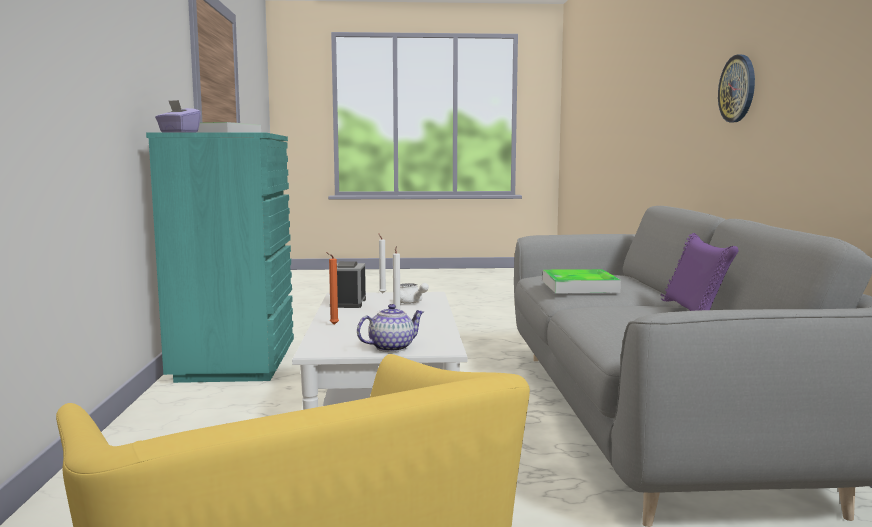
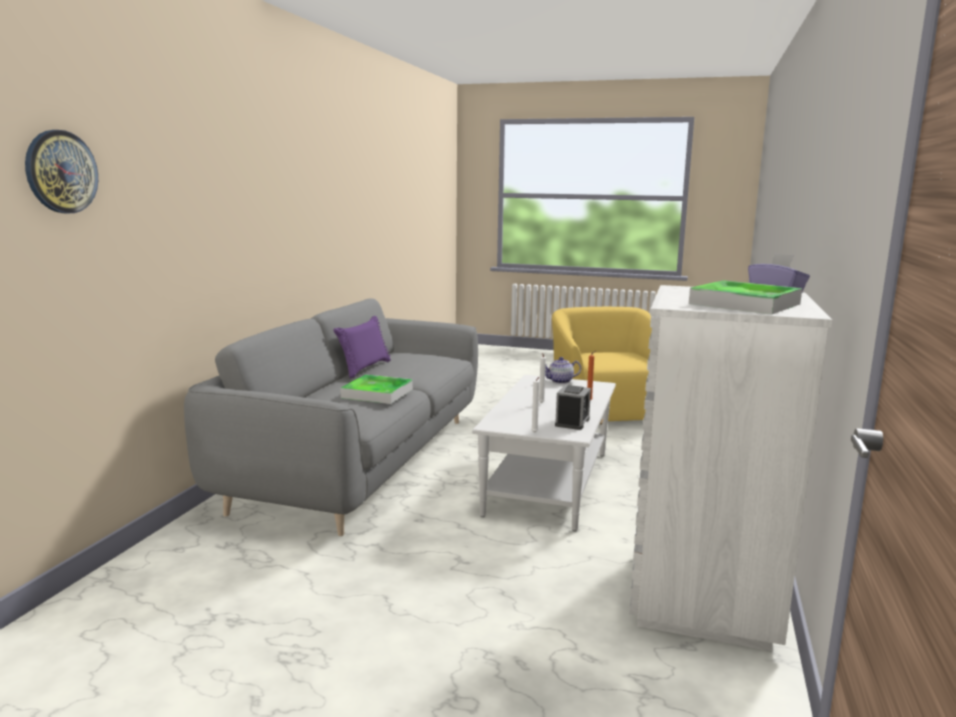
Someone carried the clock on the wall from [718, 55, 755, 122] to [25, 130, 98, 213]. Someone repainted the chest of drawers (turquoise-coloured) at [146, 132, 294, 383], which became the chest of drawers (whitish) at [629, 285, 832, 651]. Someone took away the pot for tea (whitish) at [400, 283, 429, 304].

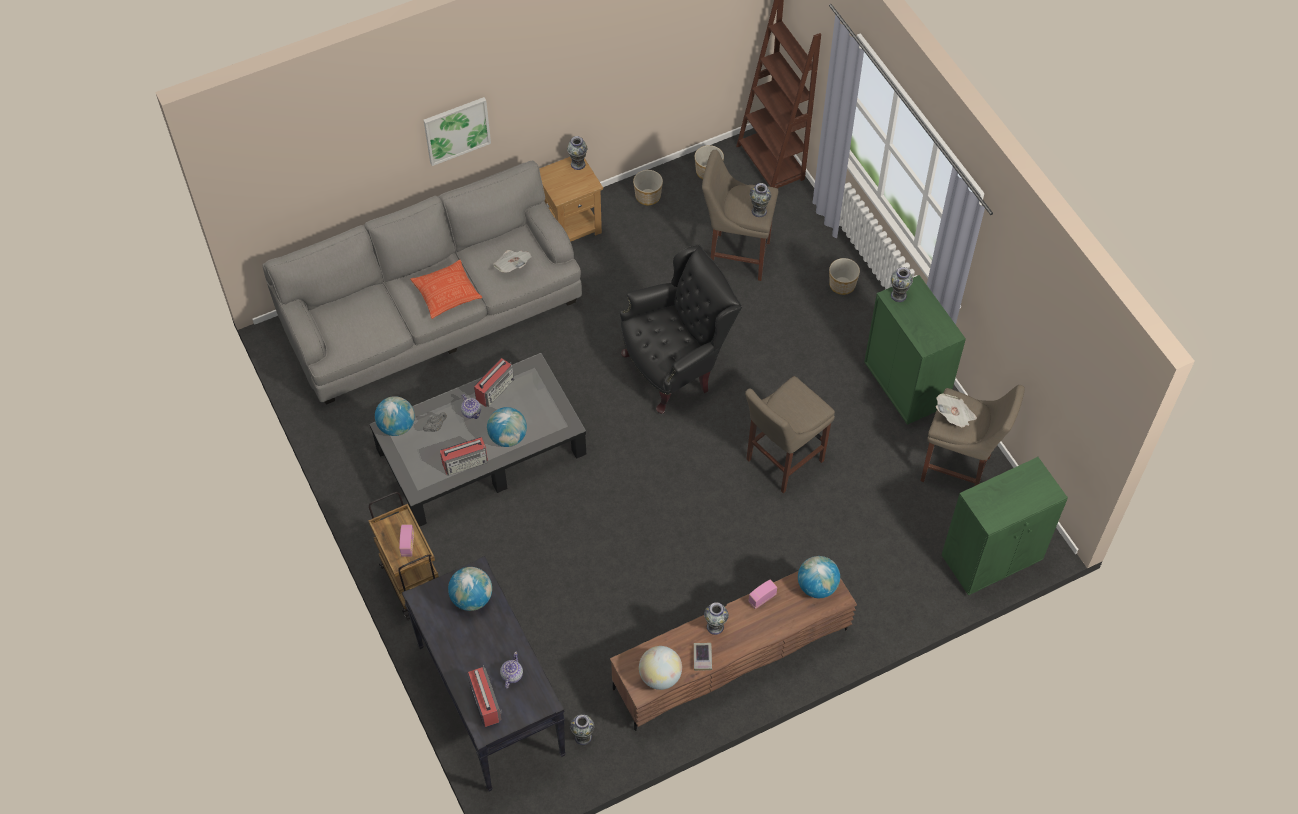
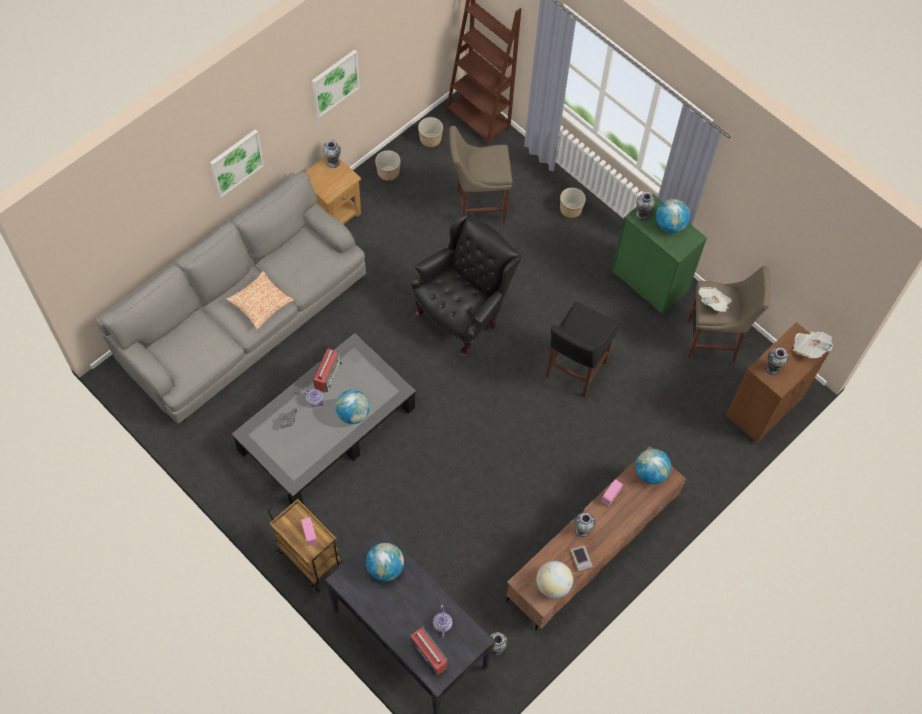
Someone carried the decorative vase from [750, 183, 771, 217] to [765, 348, 789, 375]. Someone carried the newspaper from [493, 250, 532, 273] to [793, 331, 833, 358]. Someone repainted the cushion (orangey) at [410, 260, 482, 319], which became the cushion (beige-coloured) at [227, 271, 294, 330]. Someone repainted the stool (beige-coloured) at [745, 376, 835, 494], which became the stool (black) at [546, 302, 619, 398]. Someone carried the world globe from [375, 396, 415, 436] to [656, 199, 690, 233]. Someone took away the radio set at [440, 437, 488, 476]. Someone repainted the cupboard (green) at [942, 457, 1068, 595], which became the cupboard (brownish) at [726, 322, 830, 443]. Someone put up the wall art at [312, 49, 360, 118].

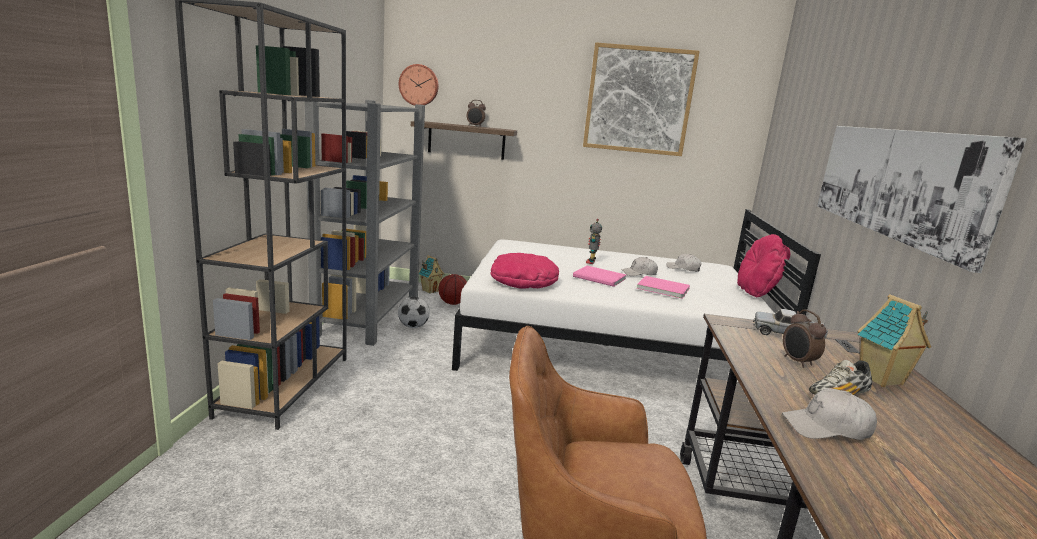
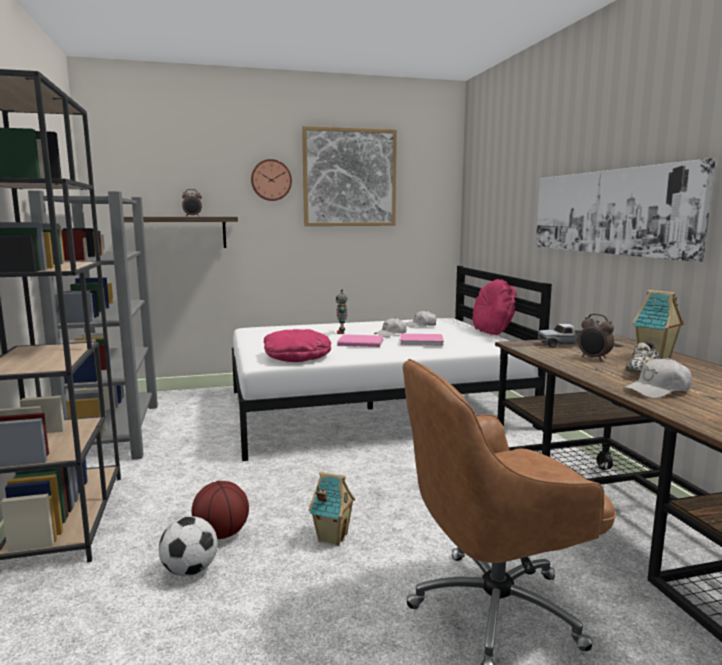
Someone carried the clock on the wall from [399, 64, 439, 105] to [251, 159, 292, 201]. Someone carried the toy house from [419, 255, 444, 294] to [308, 472, 355, 546]. Someone carried the ball for basketball from [438, 274, 467, 305] to [191, 481, 249, 539]. Someone carried the ball for football from [398, 297, 430, 328] to [159, 516, 218, 576].

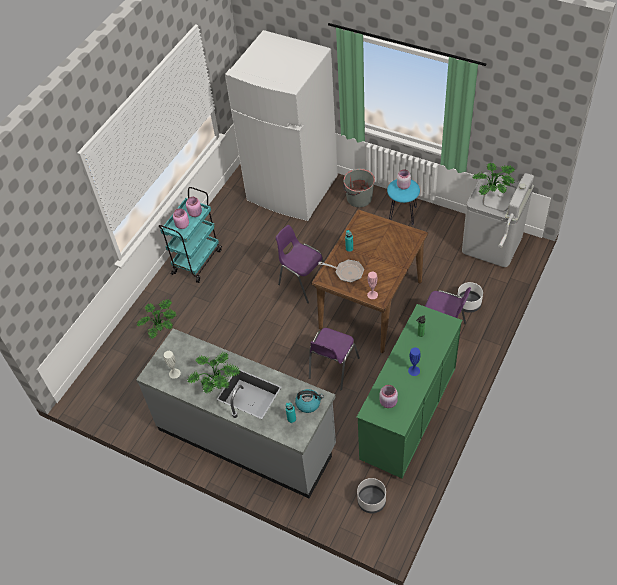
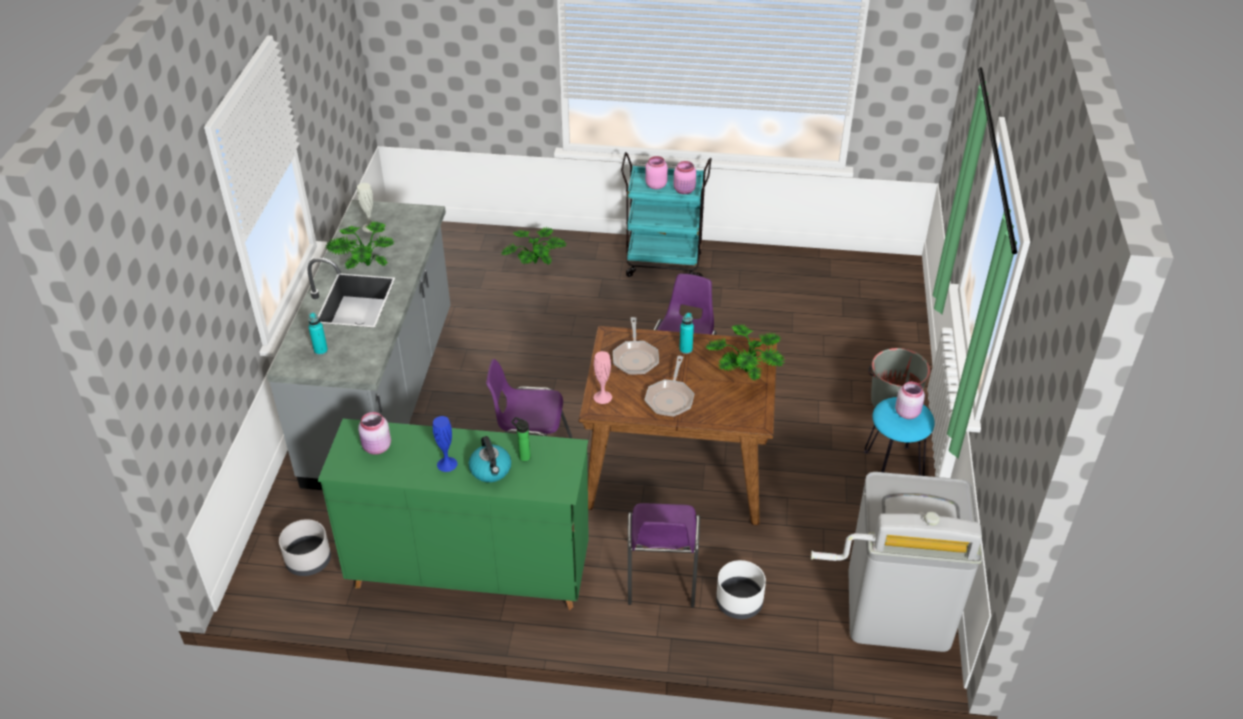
Someone took away the kitchen fridge (whitish) at [225, 30, 338, 221]. Someone carried the potted plant from [472, 162, 515, 196] to [705, 324, 785, 381]. Someone carried the kettle from [295, 389, 324, 413] to [468, 436, 511, 482]. Someone put down the frying pan at [645, 356, 694, 417].

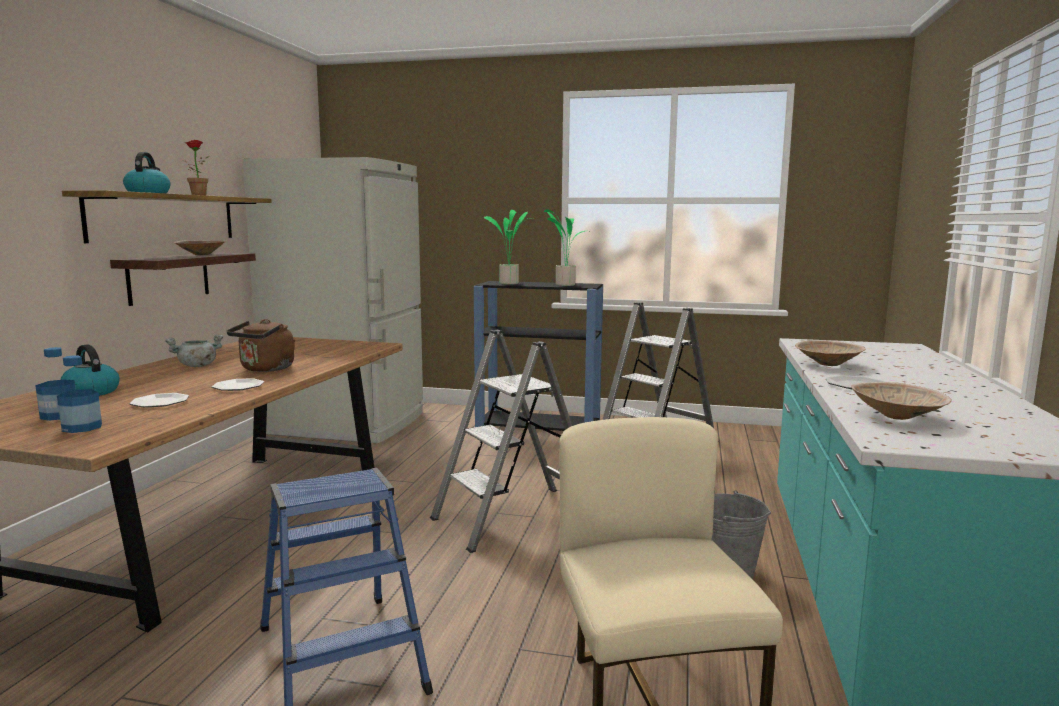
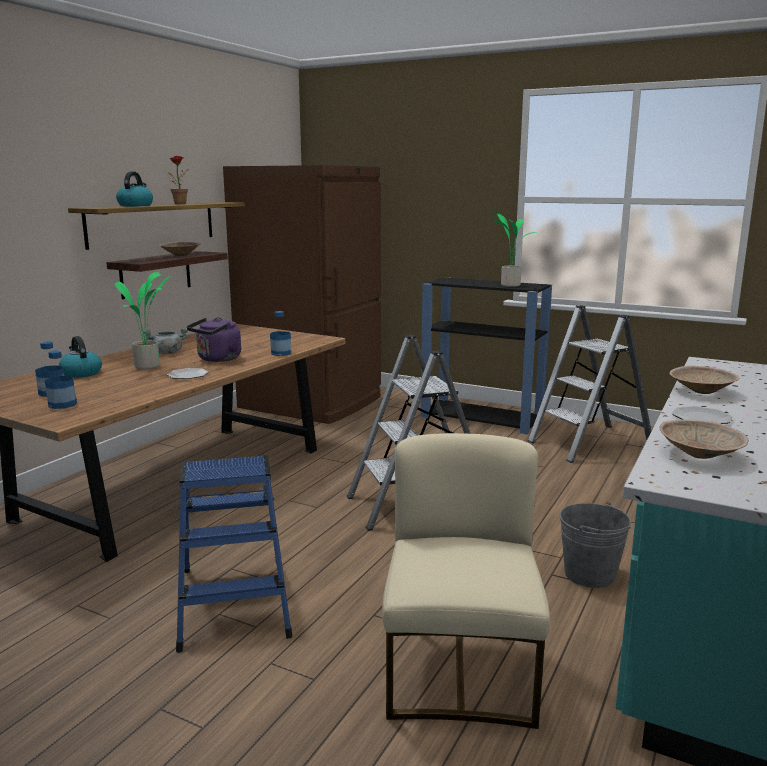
Someone repainted the kitchen fridge (whitish) at [243, 157, 423, 443], which became the kitchen fridge (brownish) at [223, 165, 381, 424]. Someone carried the potted plant from [484, 210, 533, 285] to [115, 272, 171, 369]. Someone repainted the kettle (brownish) at [227, 319, 295, 372], which became the kettle (purple-coloured) at [187, 317, 241, 362]. Someone took away the flat dish at [130, 393, 189, 407]. Someone put down the bottle at [270, 311, 291, 356].

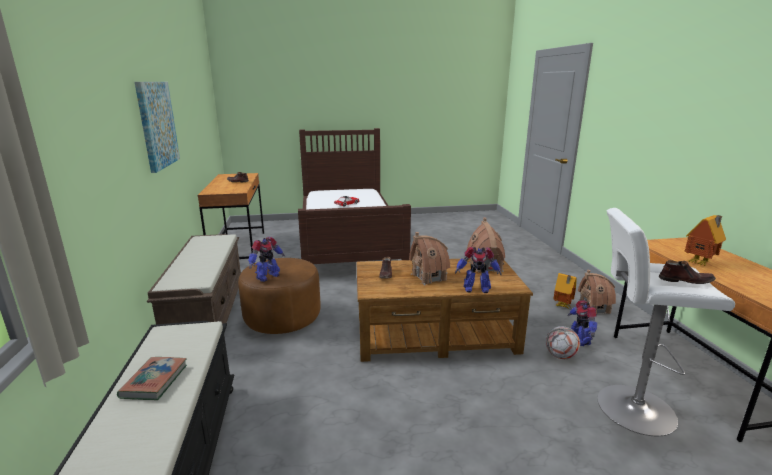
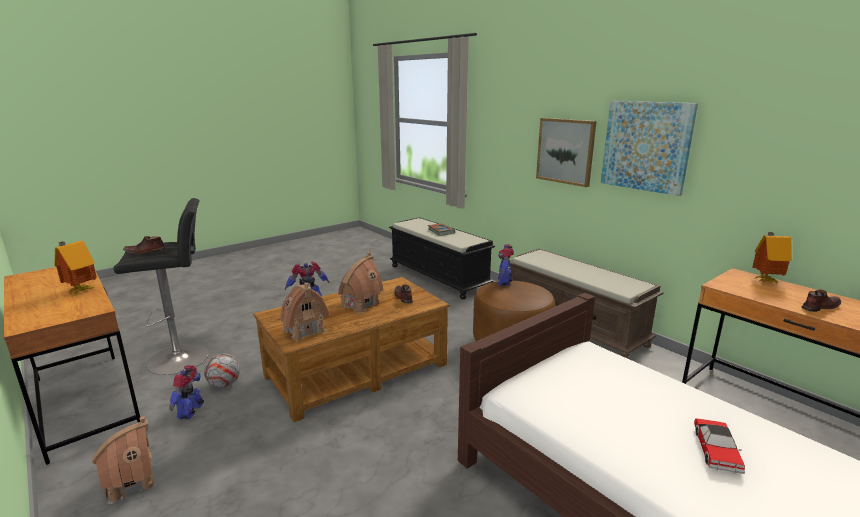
Someone repainted the stool (whitish) at [597, 208, 735, 436], which became the stool (black) at [113, 198, 209, 375]. Someone carried the toy house from [554, 273, 577, 309] to [752, 232, 792, 283]. Someone rotated the model robot at [568, 300, 597, 346] by 135 degrees counterclockwise. Someone put up the wall art at [536, 118, 596, 187].

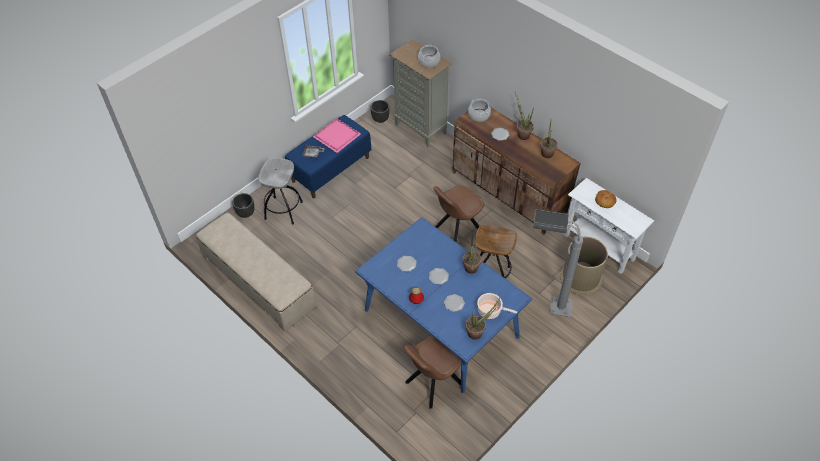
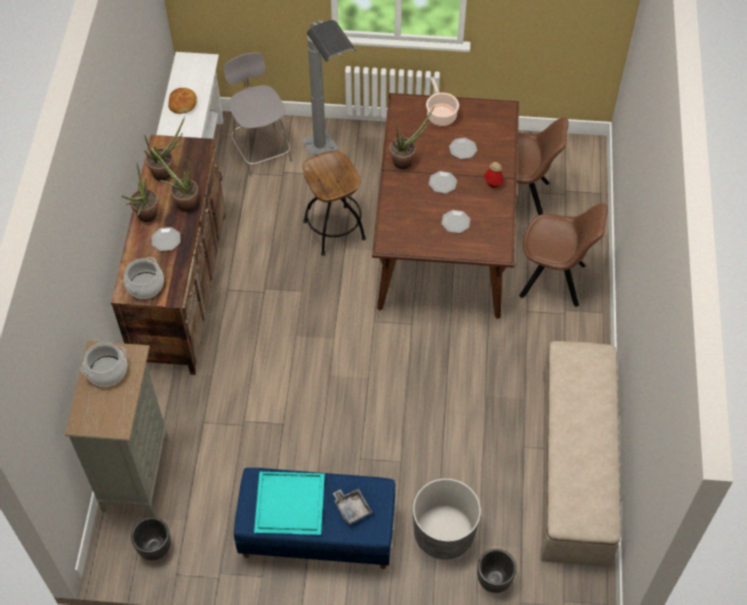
Someone repainted the tray (pink-coloured) at [313, 118, 361, 153], which became the tray (turquoise-coloured) at [254, 472, 325, 535]. Someone swapped the stool (greyish) at [258, 158, 303, 225] for the flower pot (greyish) at [413, 478, 481, 559]. Someone carried the plain chair (brownish) from [433, 185, 484, 243] to [519, 203, 608, 307]. Someone repainted the dinner table (blue-coloured) at [355, 217, 532, 393], which became the dinner table (brownish) at [372, 93, 519, 319]. Someone swapped the trash can (brownish) at [560, 237, 608, 296] for the plain chair (greyish) at [223, 53, 292, 176]. Someone carried the potted plant from [465, 298, 500, 340] to [148, 146, 199, 212].

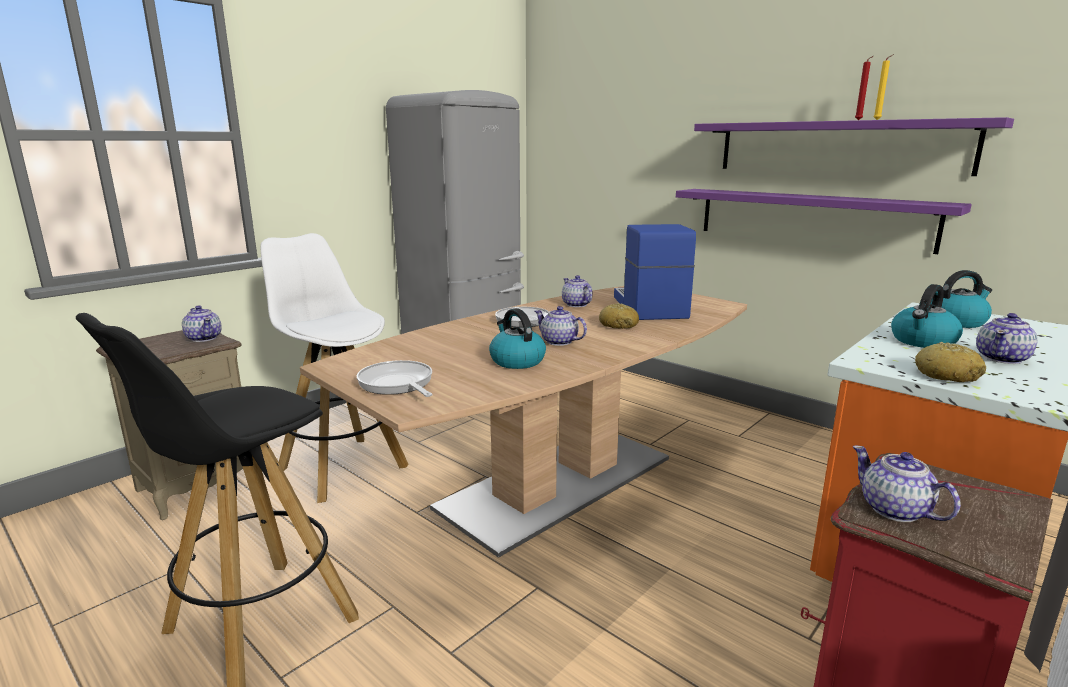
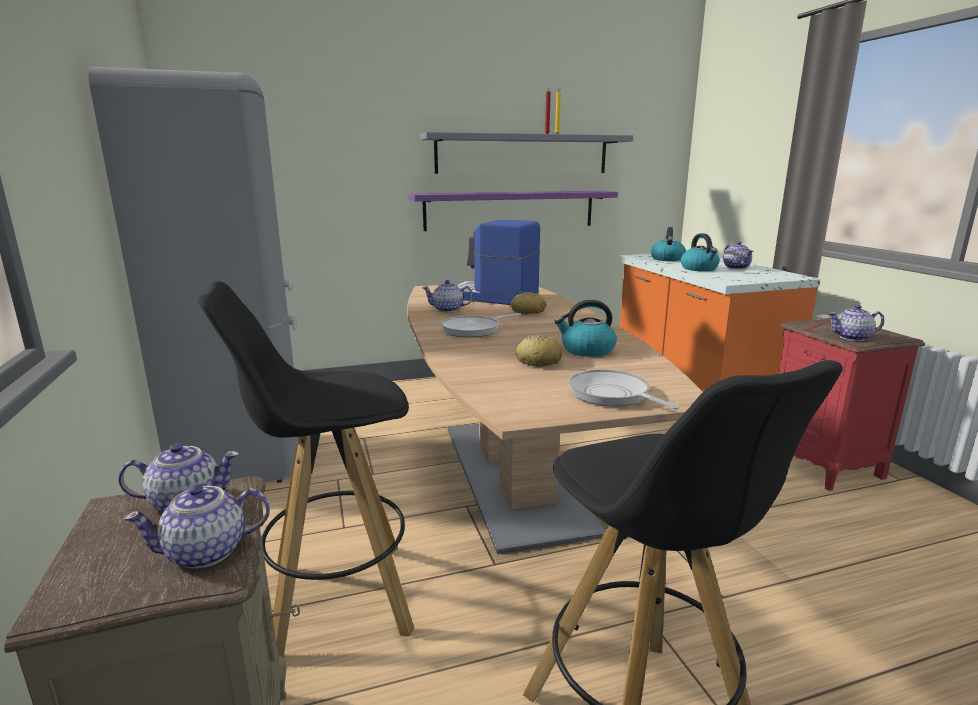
Someone repainted the wall shelf (purple-coloured) at [694, 117, 1014, 176], which became the wall shelf (greyish) at [420, 132, 633, 174]. Someone repainted the stool (whitish) at [261, 233, 409, 503], which became the stool (black) at [197, 281, 414, 658]. Someone carried the pot for tea from [535, 306, 587, 346] to [123, 484, 270, 569]. Someone carried the baked bread from [915, 342, 986, 382] to [516, 335, 562, 367]. Someone rotated the frying pan at [357, 360, 432, 397] by 60 degrees clockwise.

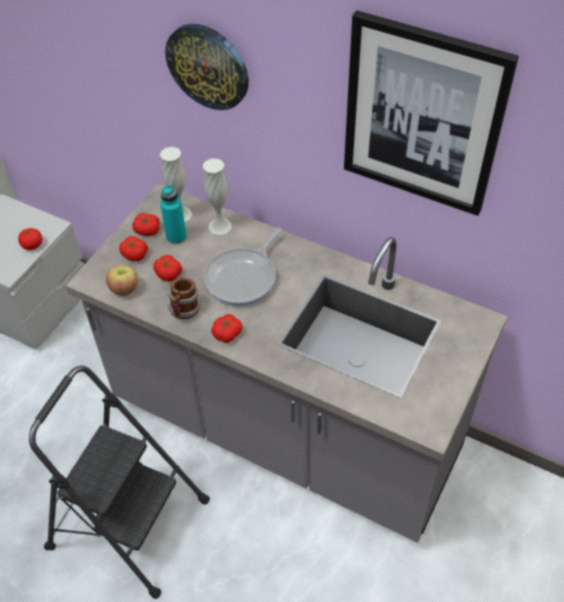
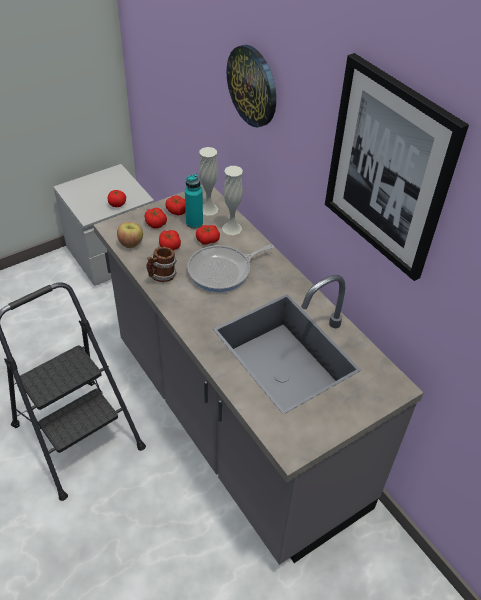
Someone carried the tomato from [211, 314, 242, 343] to [196, 225, 220, 245].

